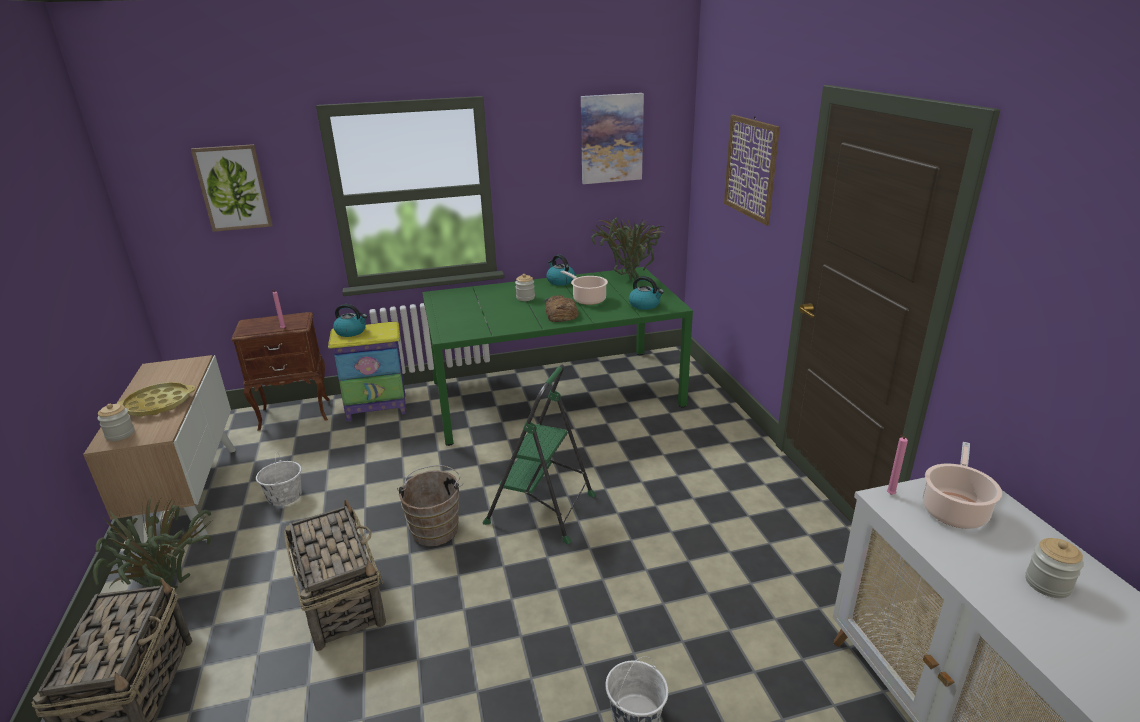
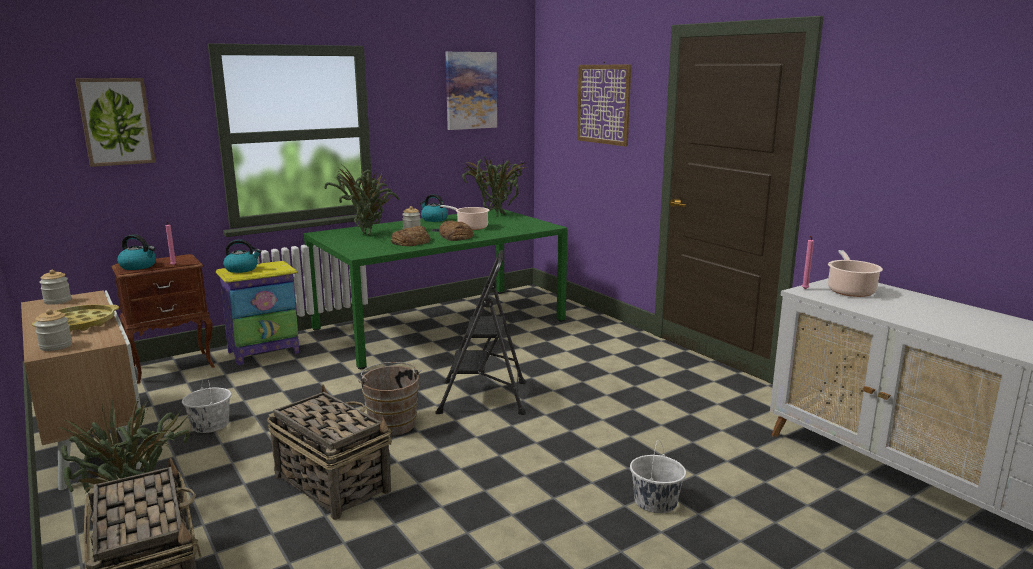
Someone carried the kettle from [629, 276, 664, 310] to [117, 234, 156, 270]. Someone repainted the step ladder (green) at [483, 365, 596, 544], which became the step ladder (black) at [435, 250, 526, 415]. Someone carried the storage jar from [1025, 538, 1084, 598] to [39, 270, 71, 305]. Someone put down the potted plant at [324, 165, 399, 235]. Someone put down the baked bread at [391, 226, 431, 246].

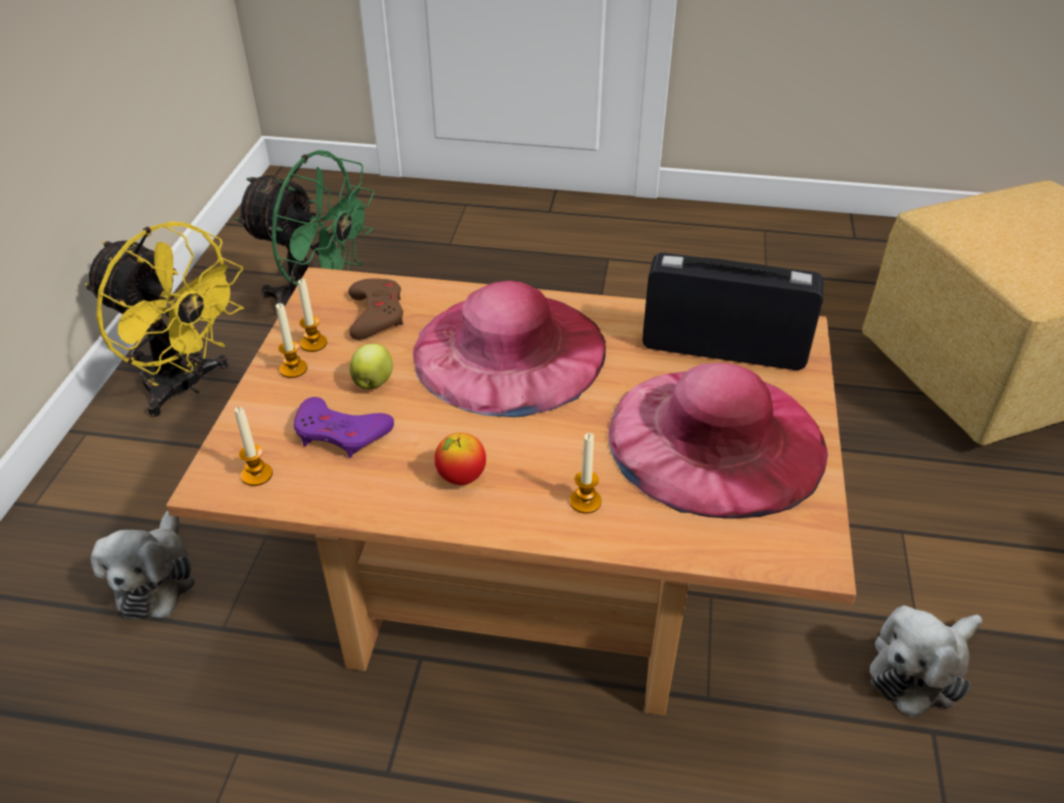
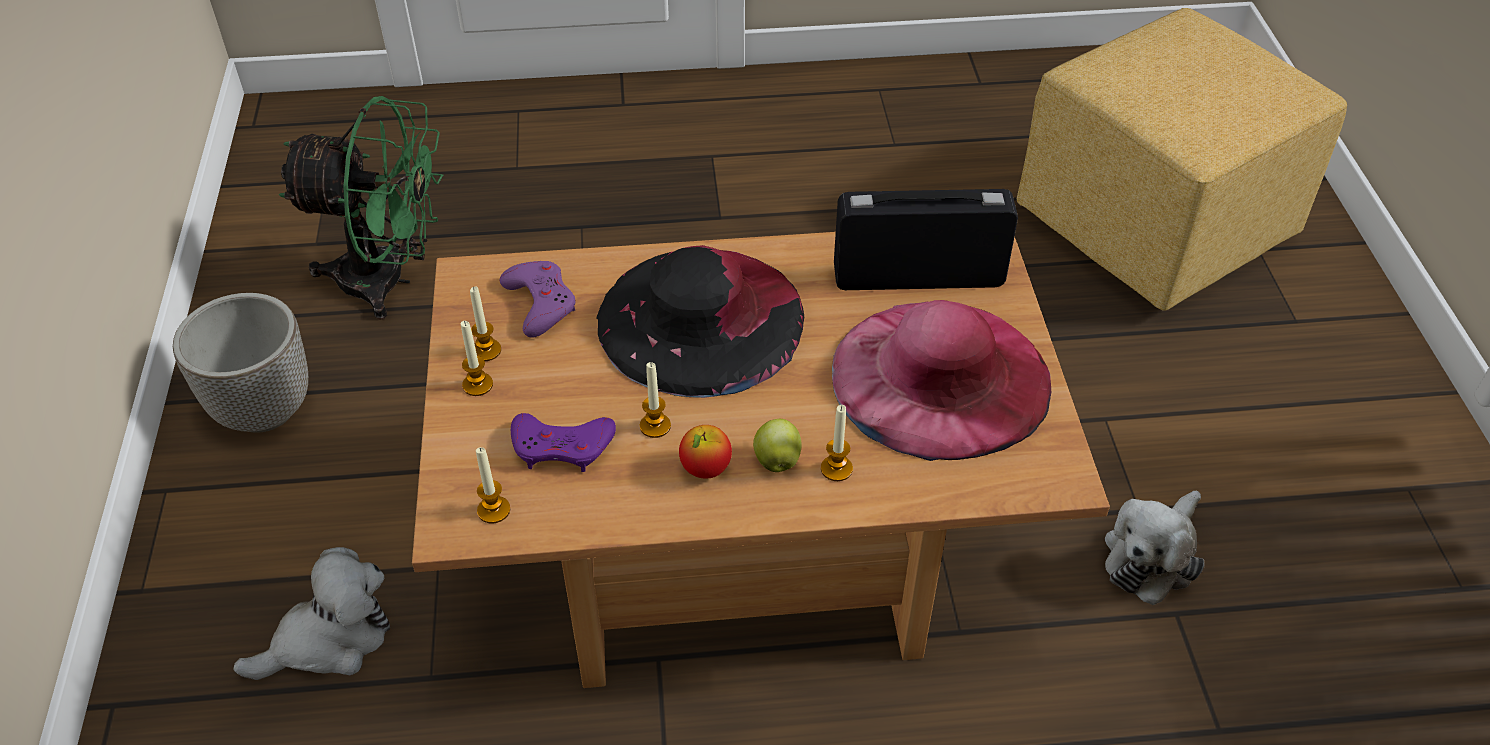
Someone swapped the fan (yellow) at [85, 221, 244, 417] for the flower pot at [173, 293, 308, 433]. Someone repainted the game controller (brownish) at [348, 278, 403, 340], which became the game controller (purple-coloured) at [500, 261, 575, 338]. Someone repainted the hat (pink-coloured) at [413, 281, 606, 417], which became the hat (black) at [596, 245, 804, 398]. Someone carried the apple fruit from [350, 344, 393, 389] to [753, 419, 802, 472]. Someone rotated the cuddly toy at [91, 510, 195, 619] by 105 degrees counterclockwise. Someone put down the candle at [640, 362, 671, 438].

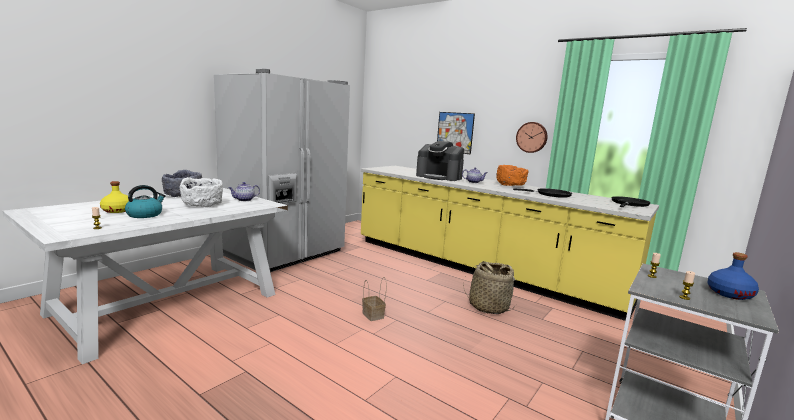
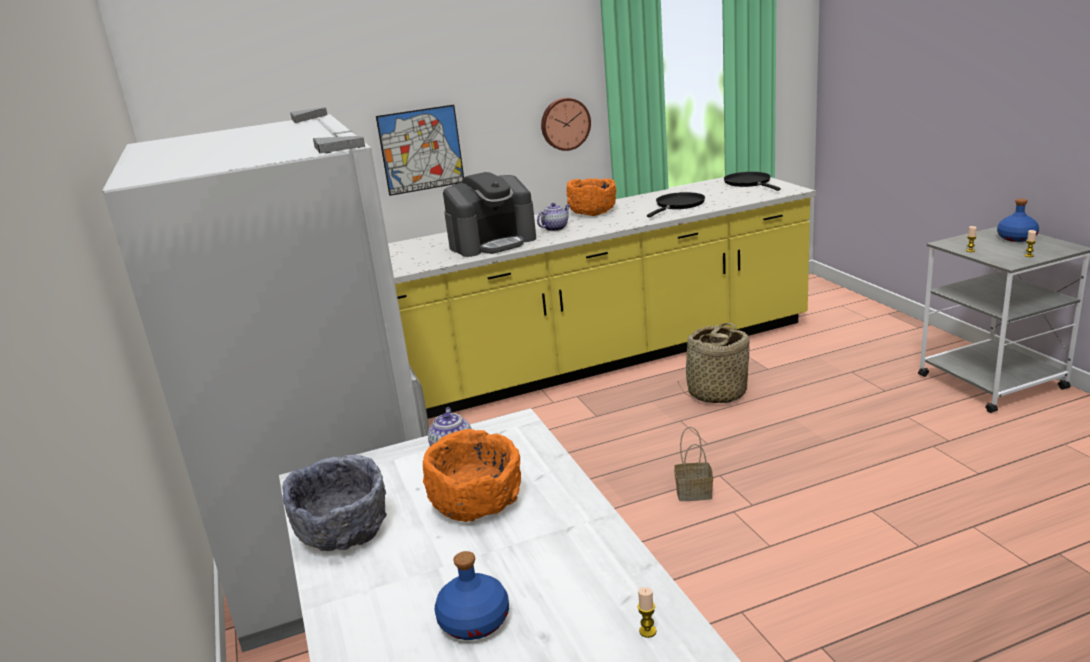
Someone repainted the bowl (whitish) at [180, 177, 223, 207], which became the bowl (orangey) at [423, 429, 521, 522]. Someone repainted the bottle (yellow) at [100, 181, 129, 213], which became the bottle (blue-coloured) at [435, 551, 509, 640]. Someone took away the kettle at [125, 185, 166, 218].

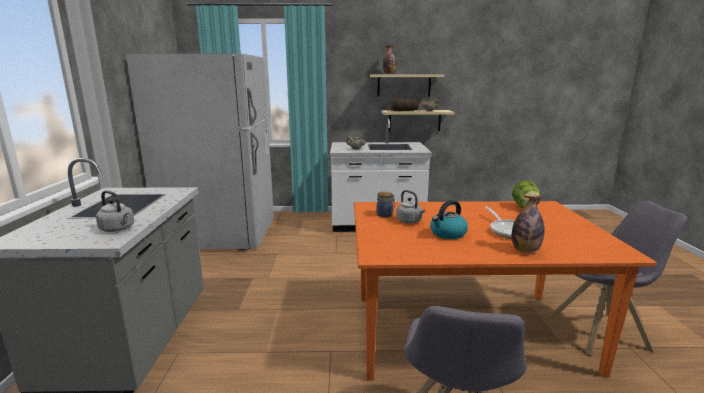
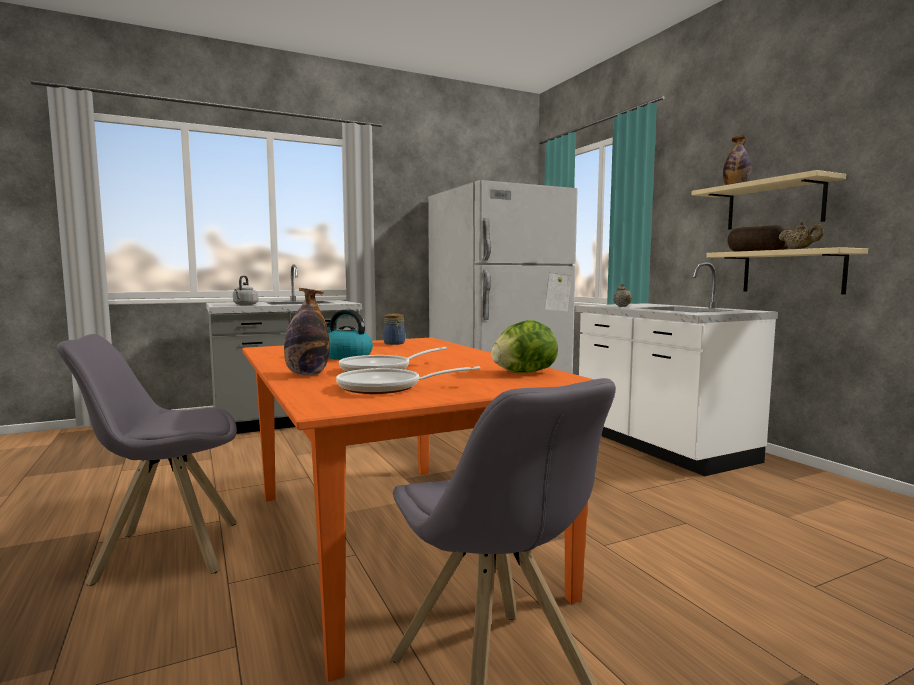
Someone took away the kettle (greyish) at [396, 190, 425, 223]. Someone put down the frying pan at [336, 366, 480, 394].

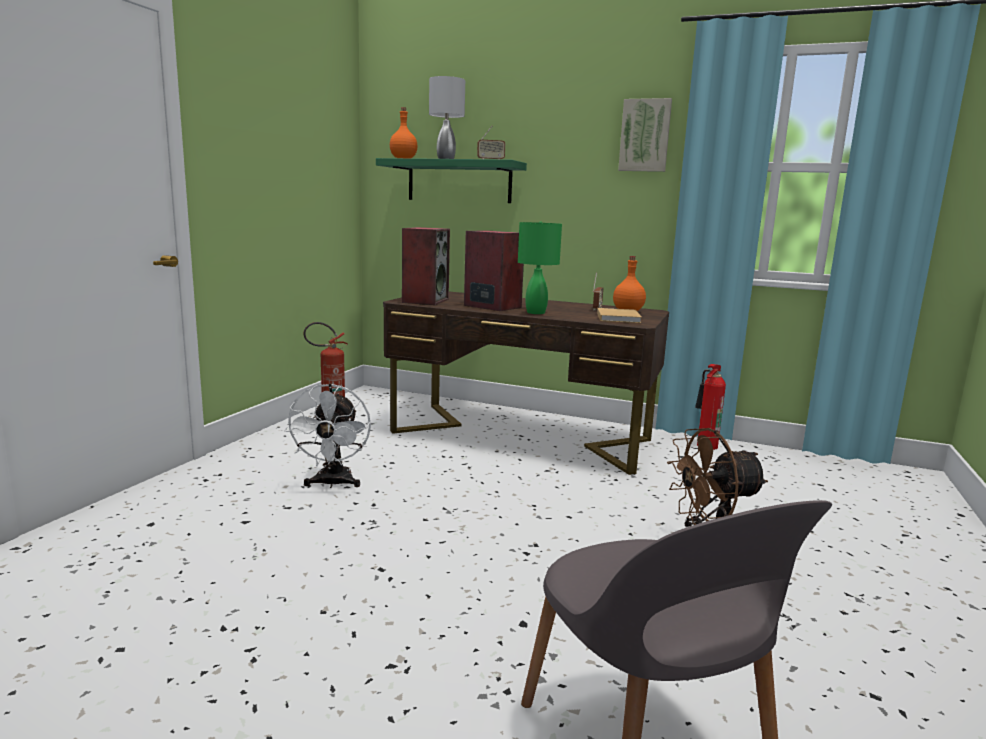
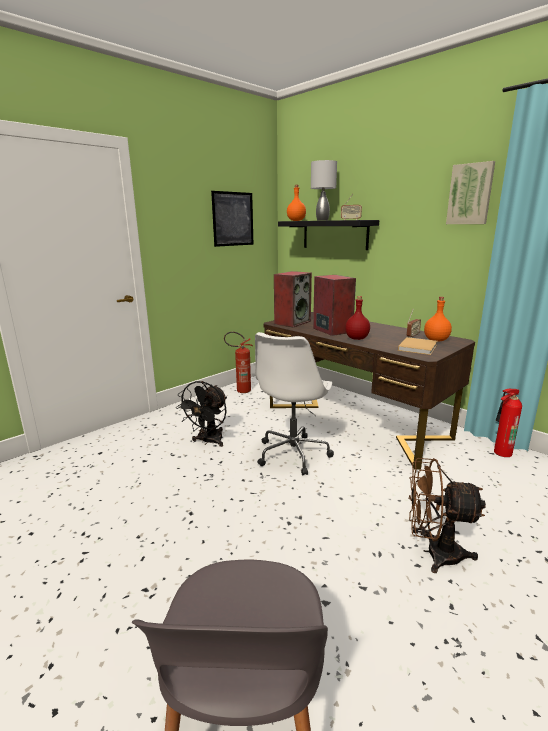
Someone repainted the wall shelf (green) at [376, 158, 527, 203], which became the wall shelf (black) at [278, 220, 379, 250]. Someone swapped the tabletop lamp (green) at [518, 221, 562, 314] for the bottle (red-coloured) at [345, 296, 370, 340]. Someone repainted the fan (whitish) at [284, 383, 371, 488], which became the fan (black) at [176, 381, 227, 447]. Someone put up the wall art at [211, 191, 253, 247]. Someone put down the office chair (whitish) at [255, 332, 334, 476].

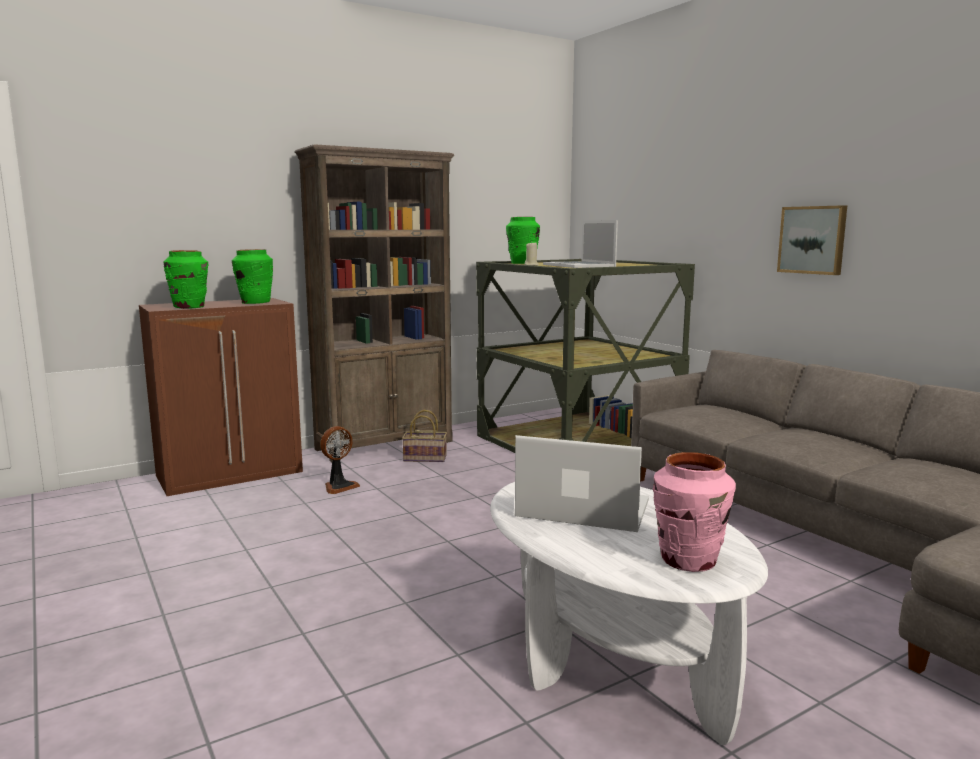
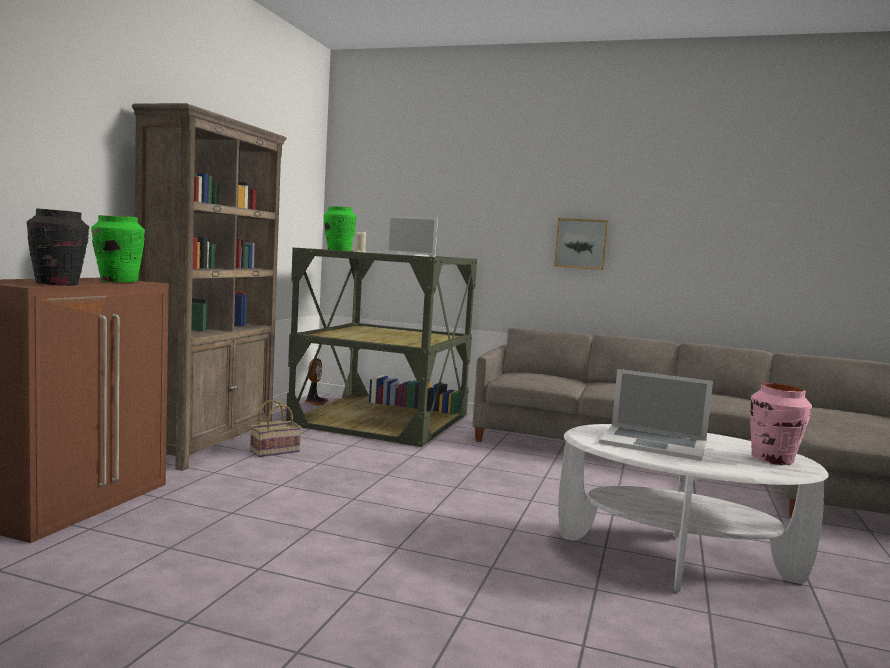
Someone repainted the decorative vase (green) at [163, 250, 209, 309], which became the decorative vase (black) at [26, 208, 89, 286]. Someone carried the fan from [320, 426, 360, 494] to [304, 358, 329, 406]. Someone rotated the notebook computer at [515, 435, 649, 532] by 135 degrees counterclockwise.

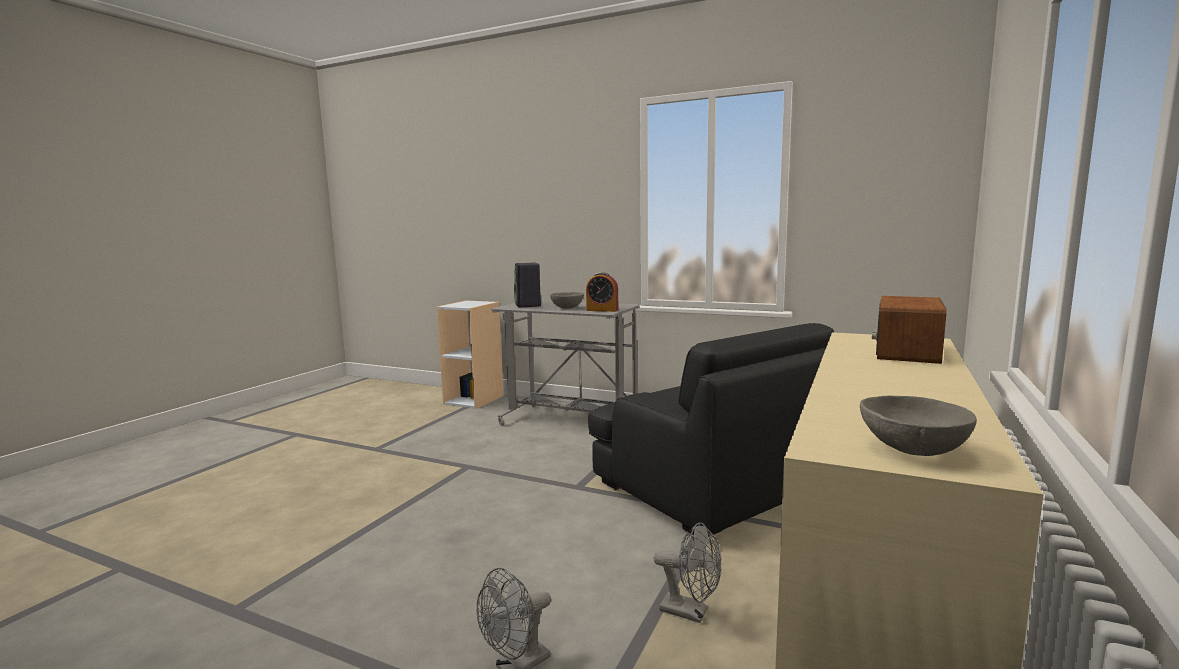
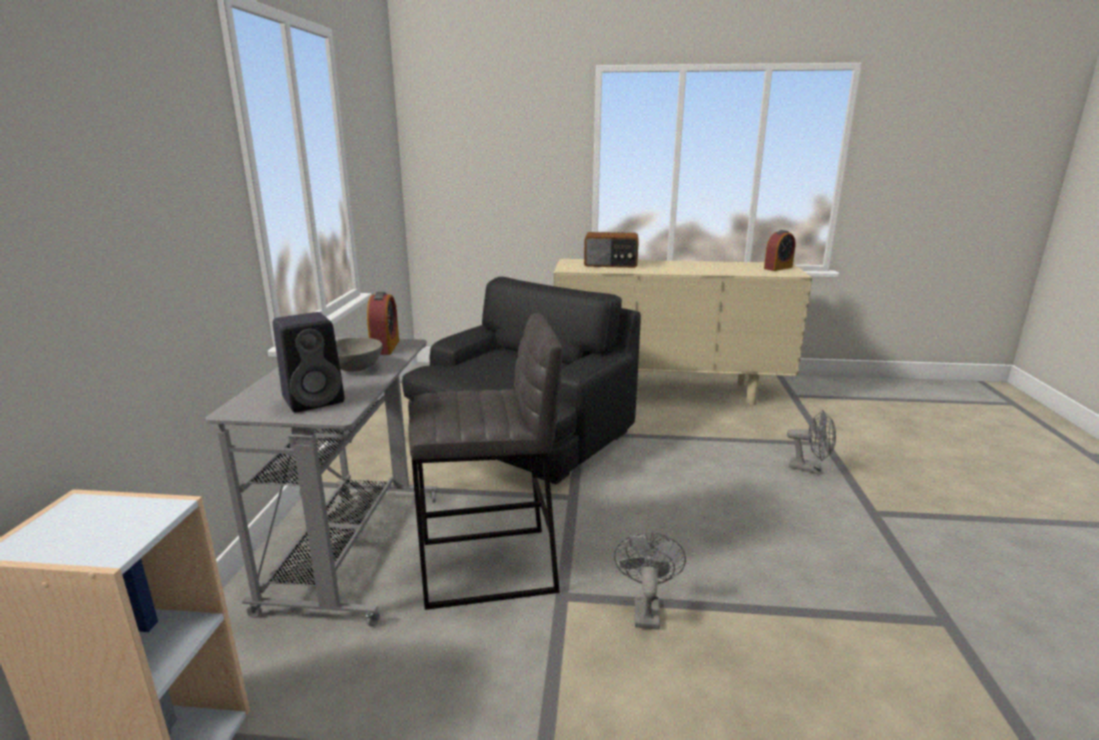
Someone swapped the bowl (greyish) at [860, 396, 977, 456] for the bedside clock at [764, 230, 796, 271]. Someone carried the fan (greyish) from [654, 522, 722, 623] to [614, 532, 686, 630]. Someone put down the stool (greyish) at [408, 313, 562, 610].

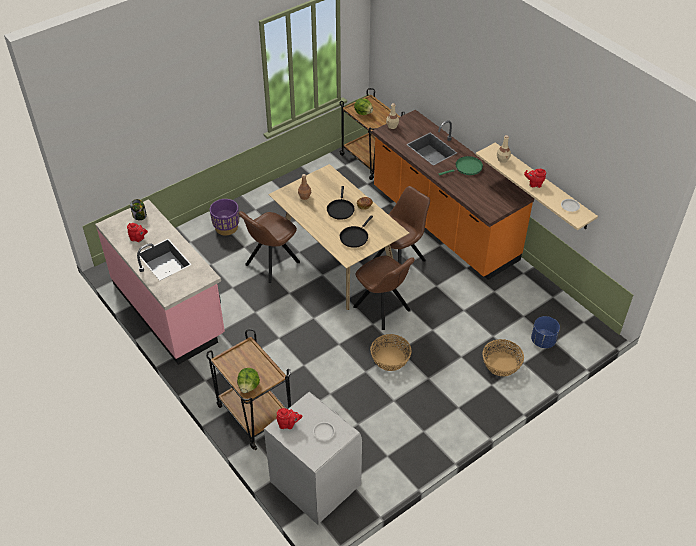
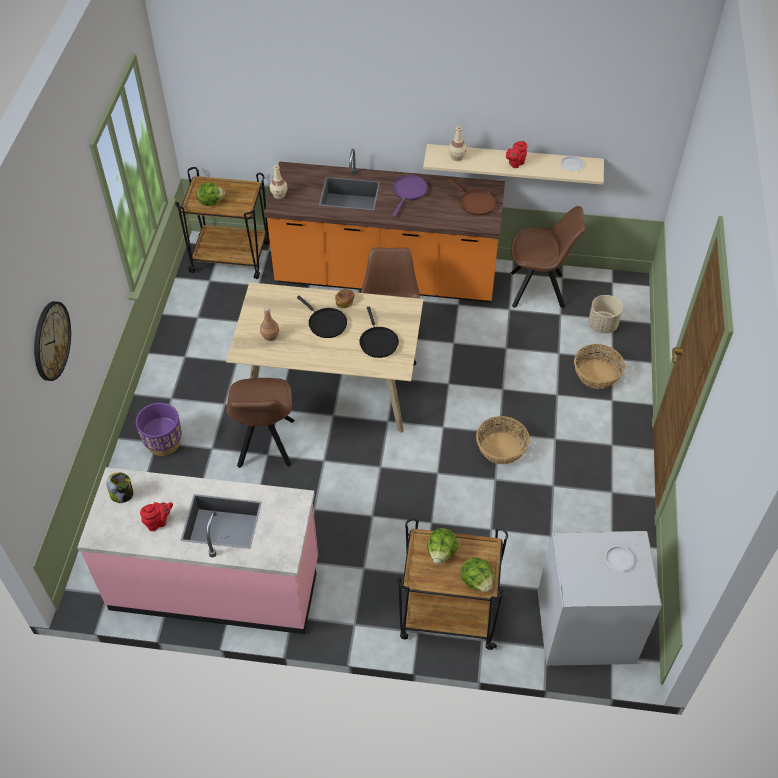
Someone repainted the frying pan (green) at [439, 156, 483, 176], which became the frying pan (purple-coloured) at [392, 175, 428, 217]. Someone carried the plain chair (brownish) from [354, 255, 415, 330] to [511, 206, 585, 308]. Someone repainted the flower pot (blue-coloured) at [531, 316, 560, 348], which became the flower pot (beige-coloured) at [588, 295, 623, 334]. Someone took away the pot for tea (red-coloured) at [276, 408, 302, 429]. Someone put down the frying pan (brownish) at [447, 178, 496, 216]. Someone put up the clock on the wall at [34, 301, 71, 381]. Someone put down the lettuce head at [427, 528, 458, 564].

